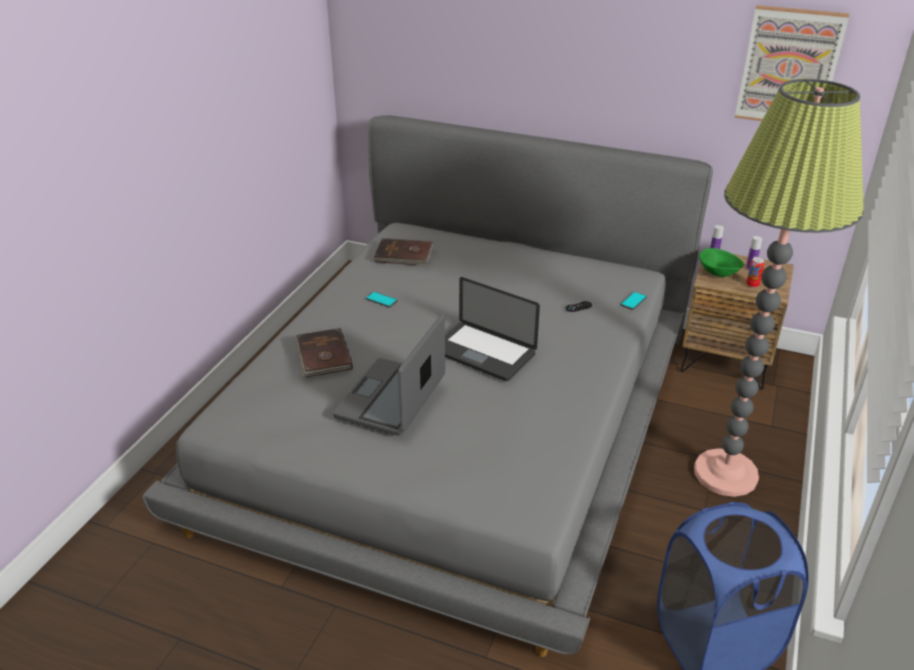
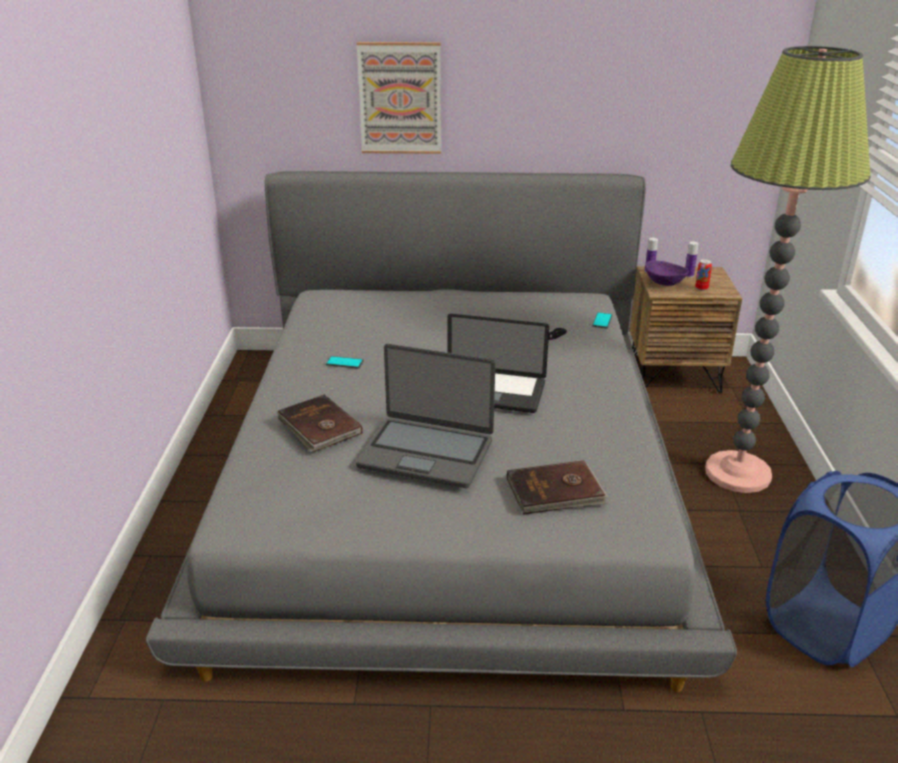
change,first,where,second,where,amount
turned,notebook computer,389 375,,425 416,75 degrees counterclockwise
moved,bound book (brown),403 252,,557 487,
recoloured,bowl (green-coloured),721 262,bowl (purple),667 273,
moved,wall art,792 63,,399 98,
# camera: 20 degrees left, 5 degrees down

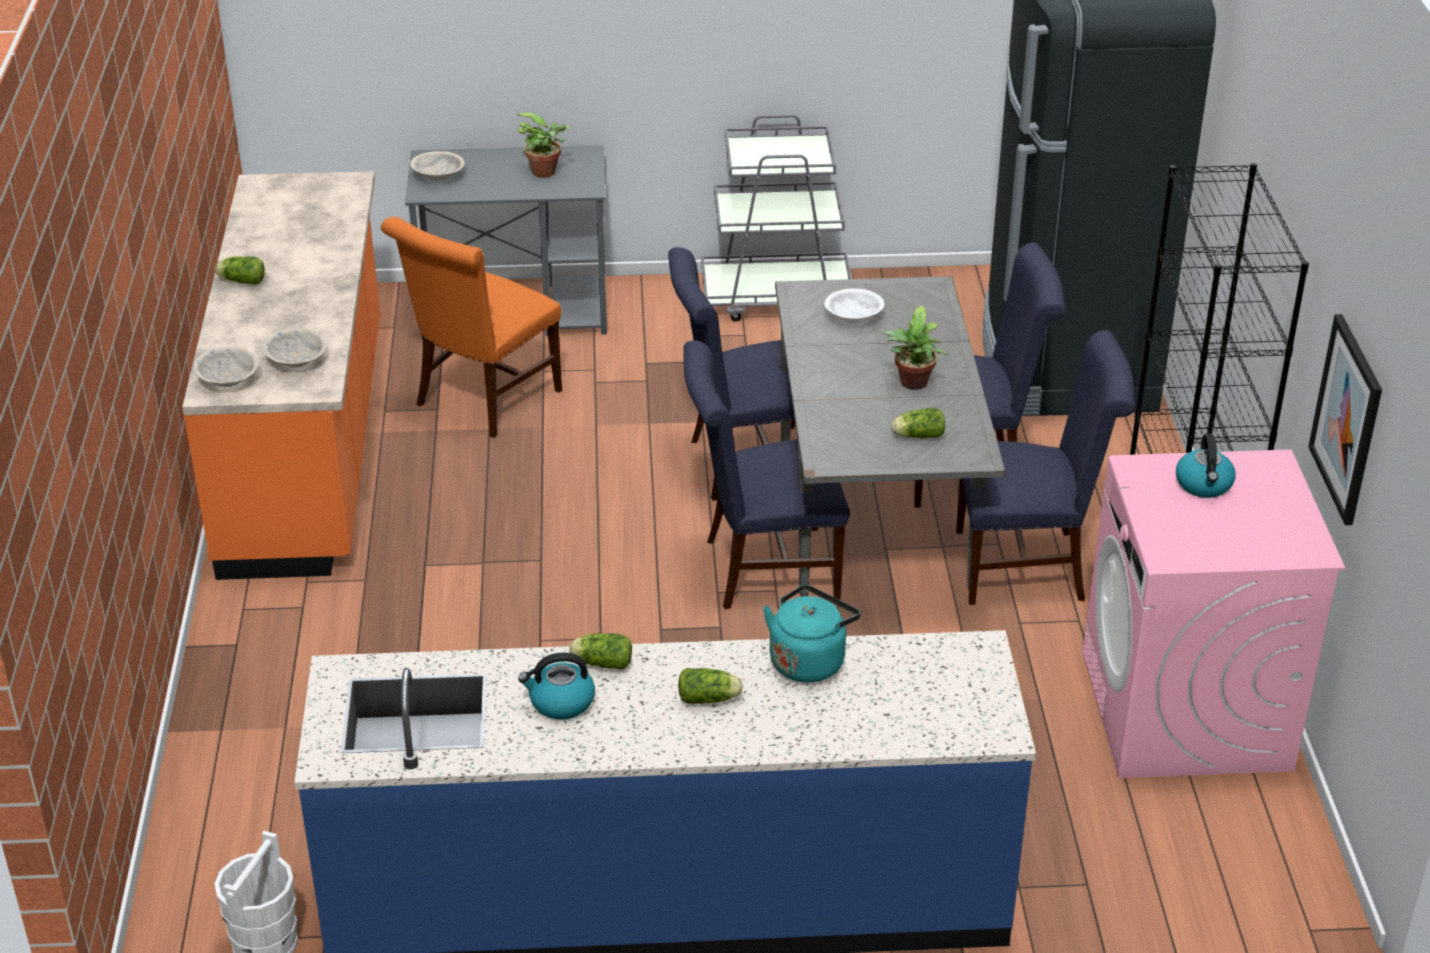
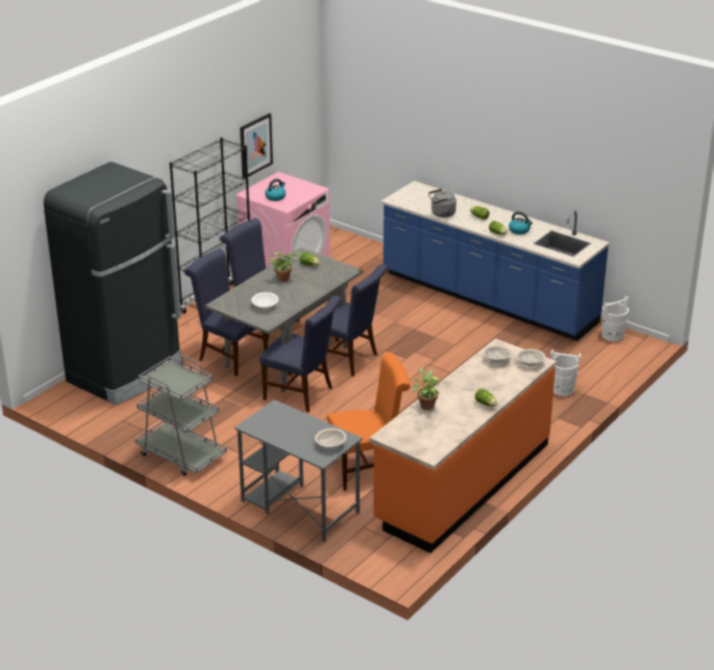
change,first,where,second,where,amount
moved,plant in a pot,544 145,,426 388,
recoloured,tea kettle (turquoise),811 634,tea kettle (gray),442 203,
added,,,pail (whitish),566 372,
# camera: 140 degrees left, 5 degrees down

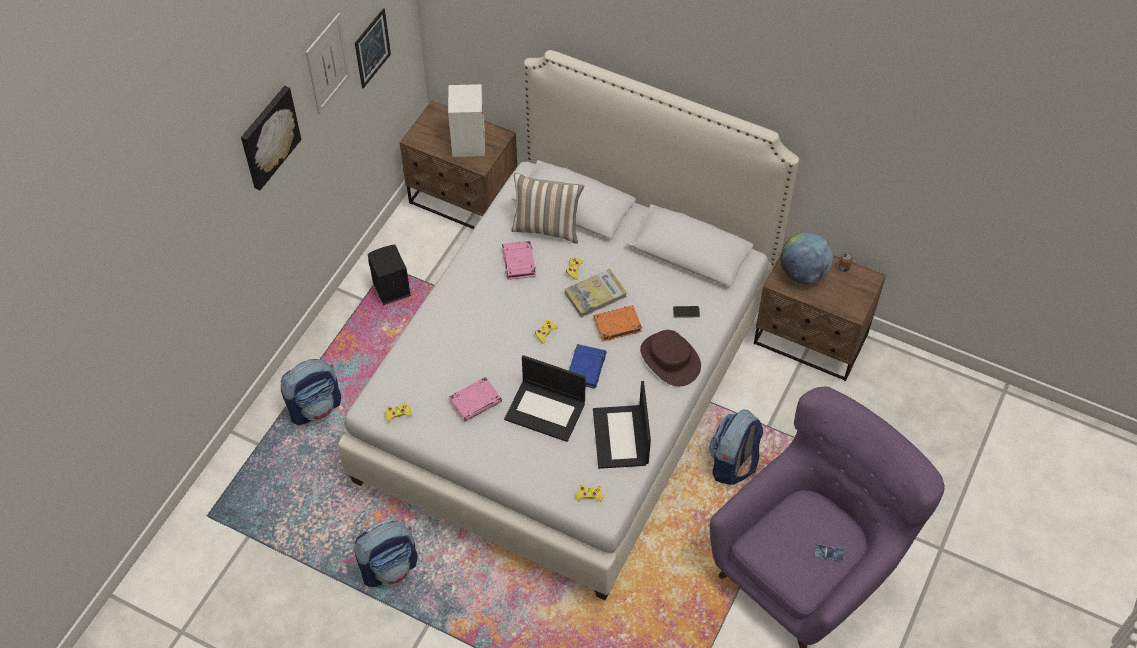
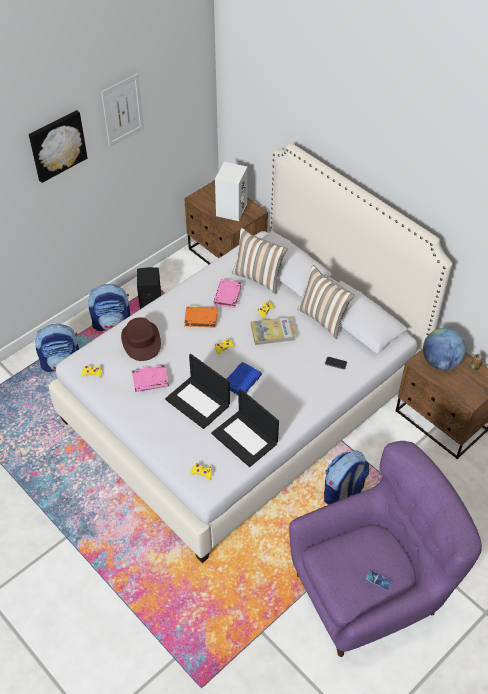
change,first,where,second,where,amount
moved,backpack,385 554,,109 307,
removed,wall art,373 48,,,
moved,bound book (orangey),617 323,,201 317,
turned,notebook computer,622 425,,245 427,60 degrees counterclockwise
moved,wearable hat (brown),670 358,,141 339,
added,,,pillow,326 302,
# camera: 20 degrees right, 5 degrees down

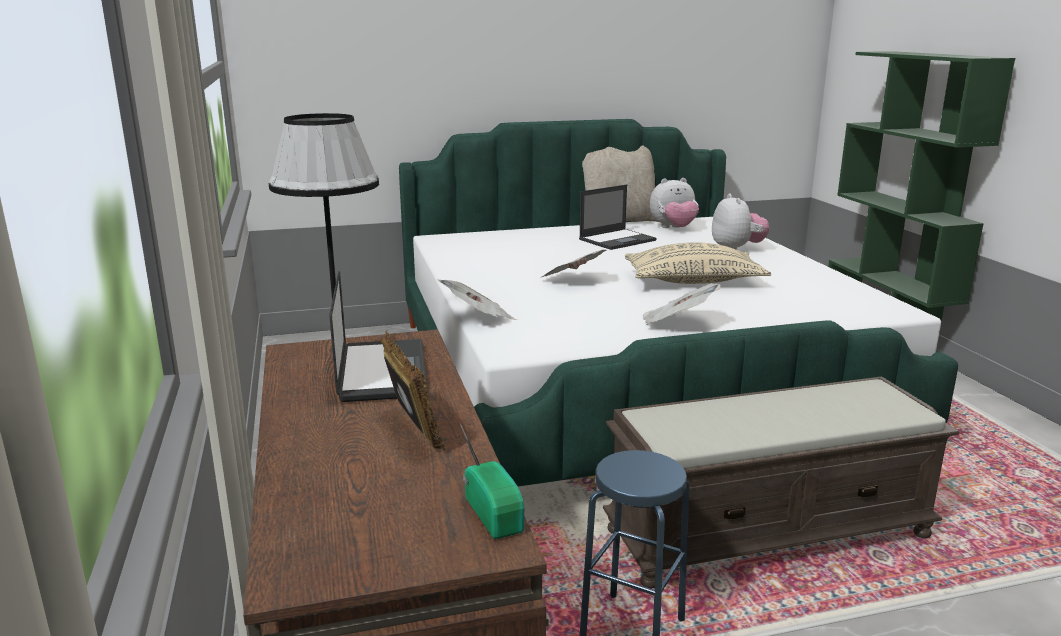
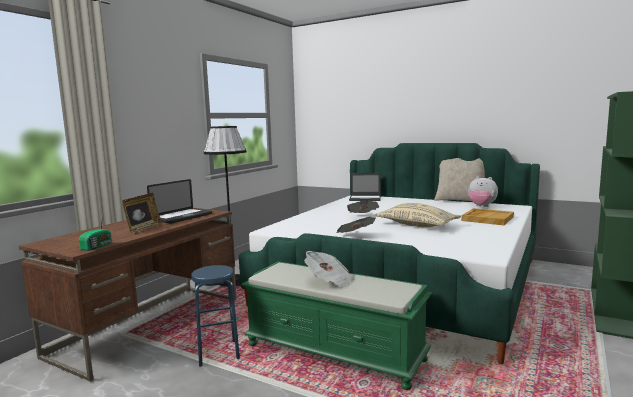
change,first,where,second,where,amount
moved,newspaper,477 300,,328 269,
moved,notebook computer,617 217,,365 187,
recoloured,indoor bench (brown),781 482,indoor bench (green-coloured),336 325,
replaced,soft toy,740 222,tray (sand-coloured),487 216,
# camera: 45 degrees right, 10 degrees down

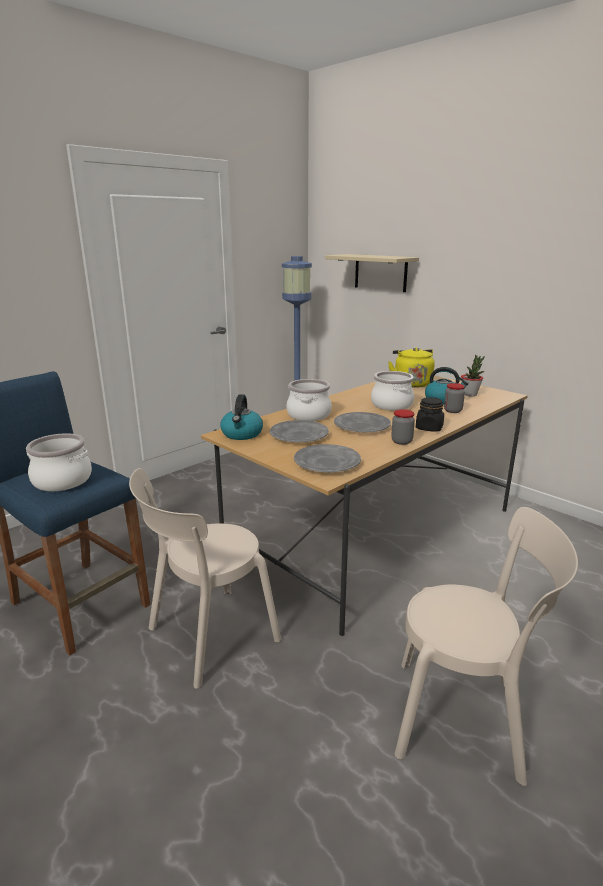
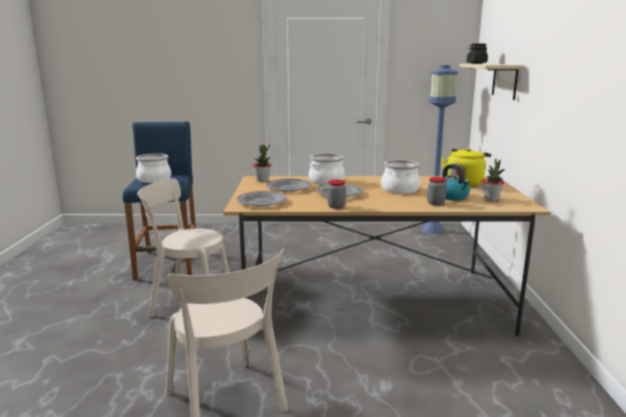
change,first,where,second,where,amount
replaced,tea kettle,241 417,plant in a pot,262 163,
moved,preserve jar (black-coloured),430 414,,477 53,
# camera: 45 degrees right, 5 degrees down

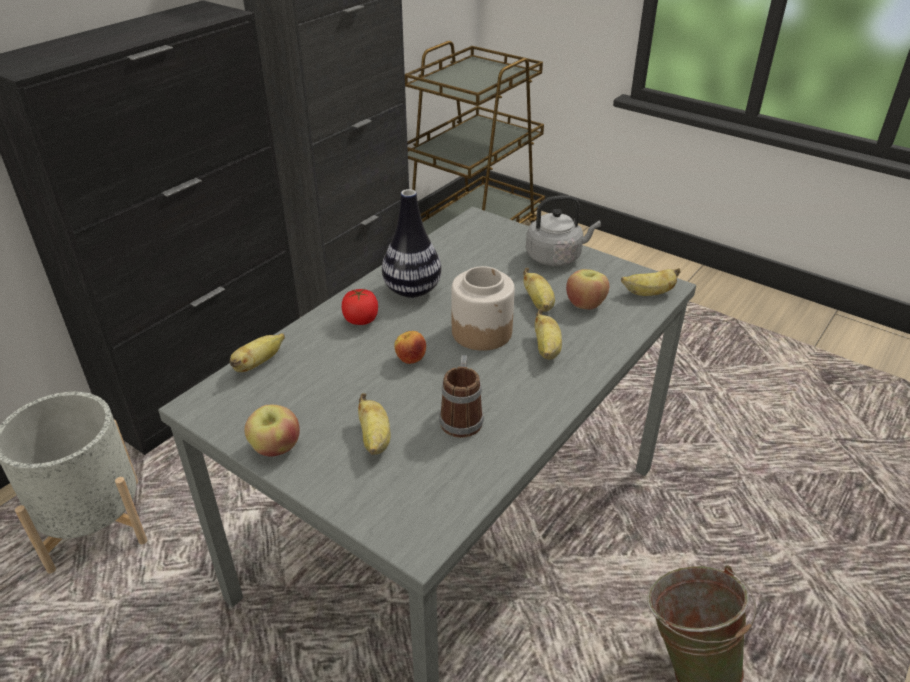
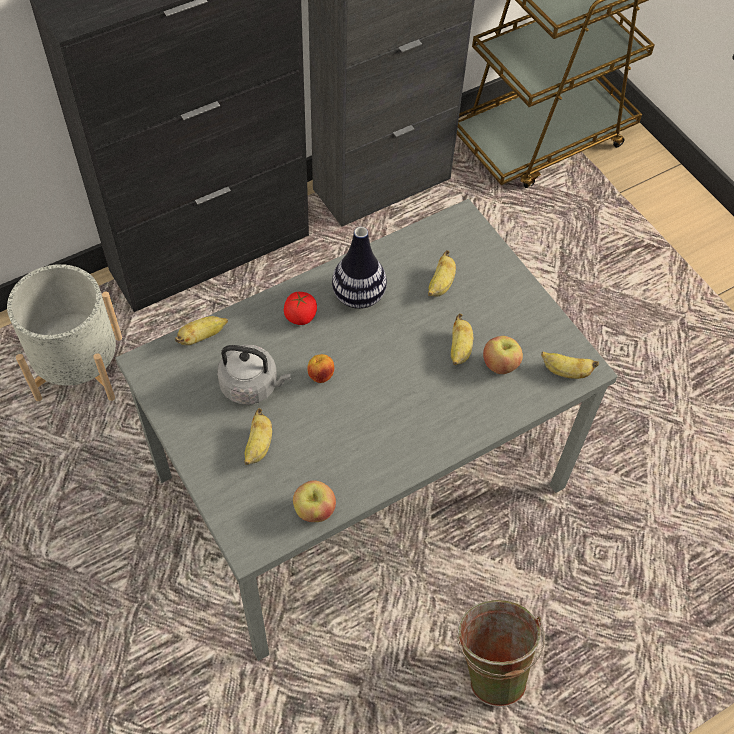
change,first,where,second,where,amount
moved,apple fruit,272 430,,314 501,
removed,coffee mug,461 396,,,
removed,preserve jar,483 308,,,
moved,tea kettle (gray),563 230,,254 375,
moved,banana,548 334,,442 273,
# camera: 20 degrees right, 20 degrees up

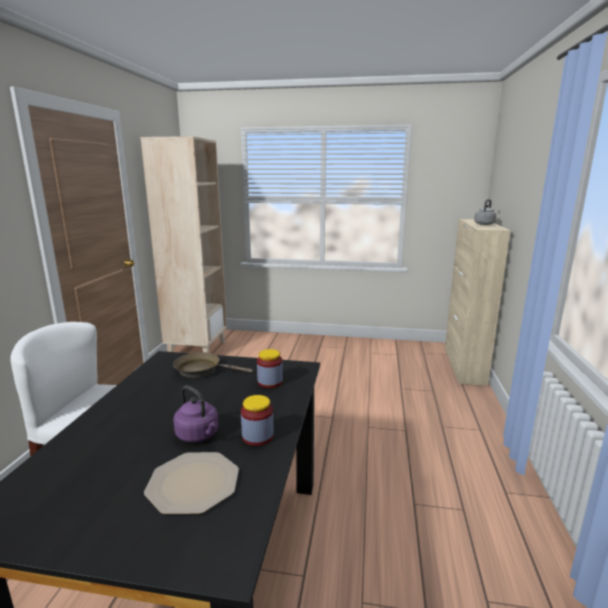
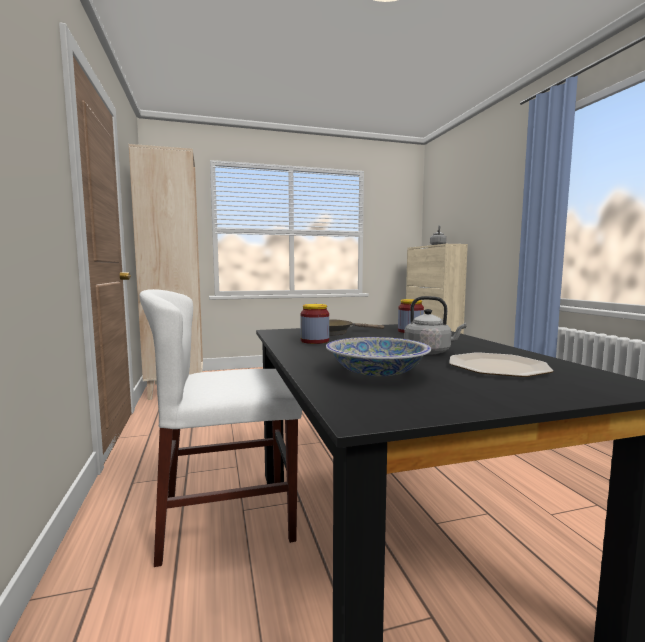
change,first,where,second,where,amount
recoloured,tea kettle (purple),196 414,tea kettle (gray),435 325,
moved,preserve jar,257 420,,314 324,
added,,,bowl,378 356,
# camera: 25 degrees left, 10 degrees down

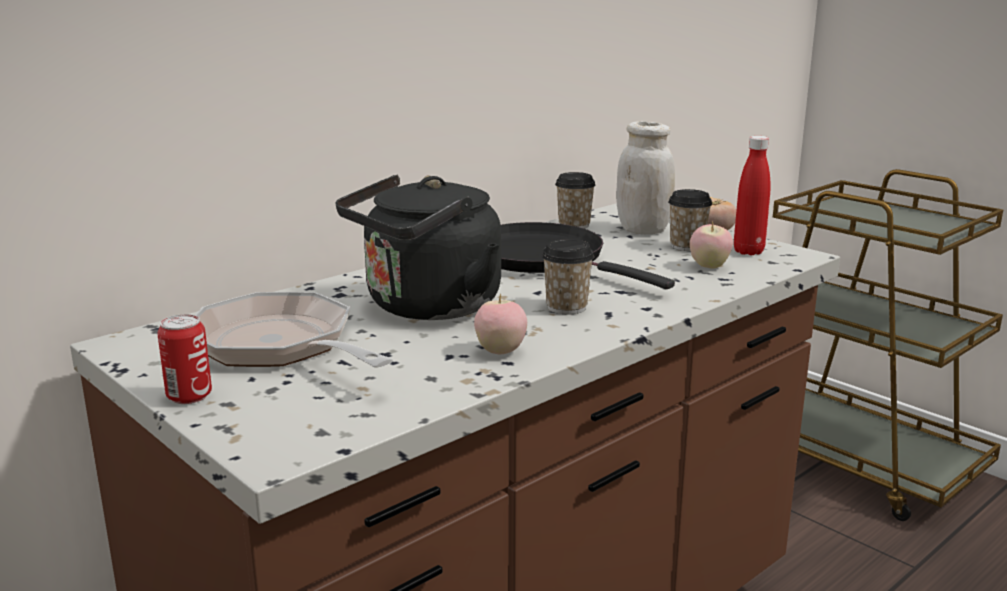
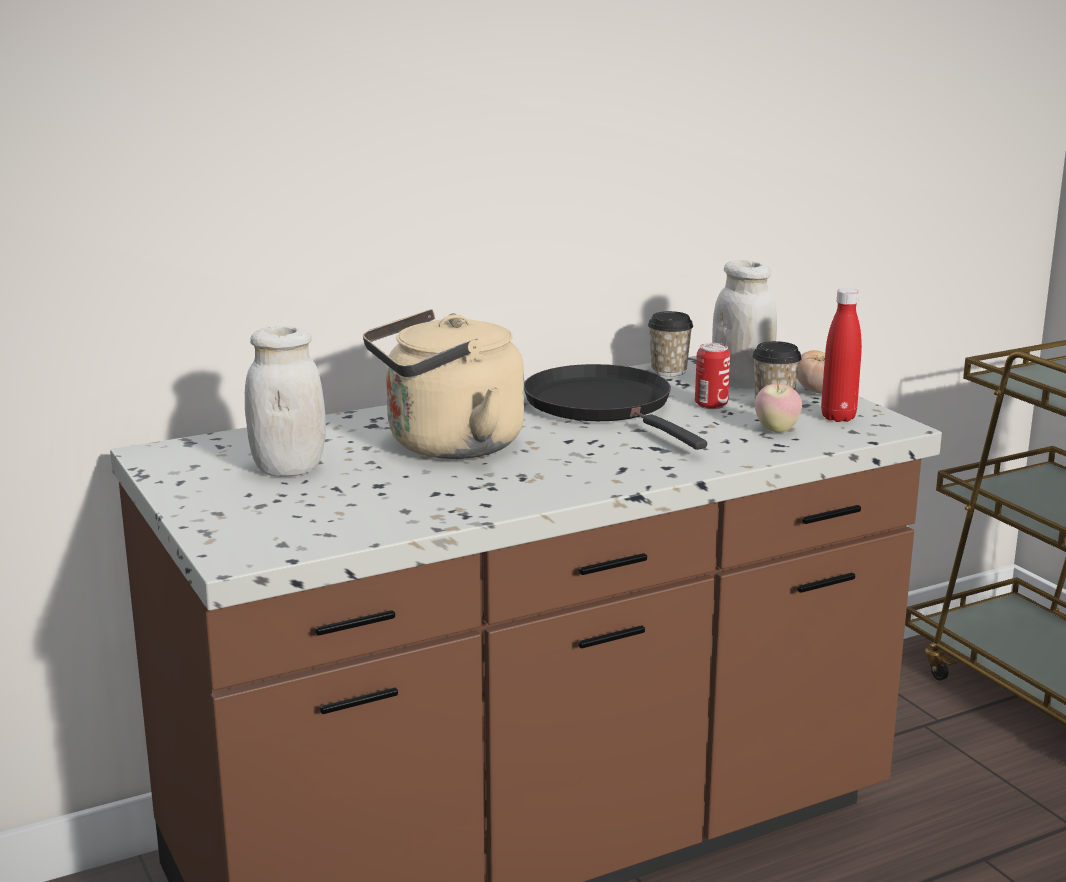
change,first,where,second,where,amount
moved,sealed can,184 359,,712 376,
replaced,frying pan,294 330,preserve jar (whitish),285 401,
recoloured,tea kettle (black-coloured),418 247,tea kettle (sand-coloured),443 384,
removed,apple fruit,500 323,,,
removed,small cup,568 277,,,
# camera: 15 degrees right, 0 degrees up

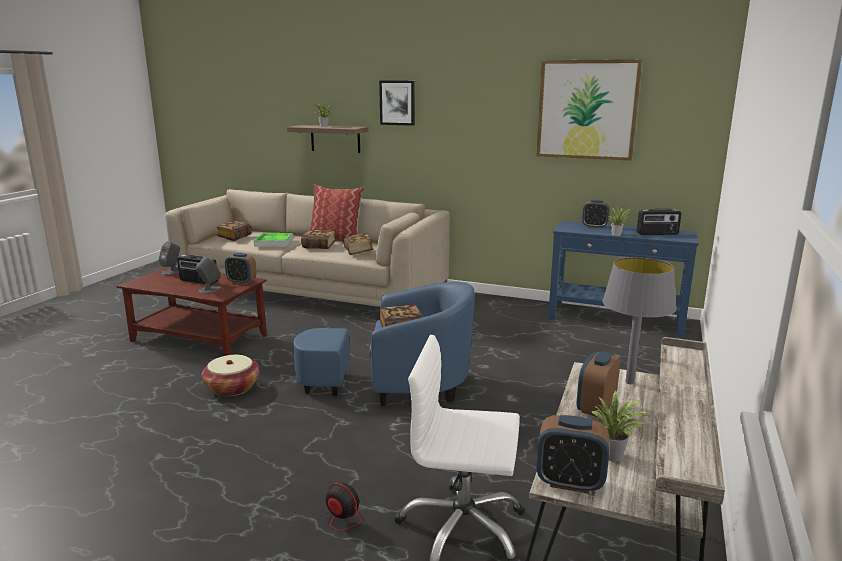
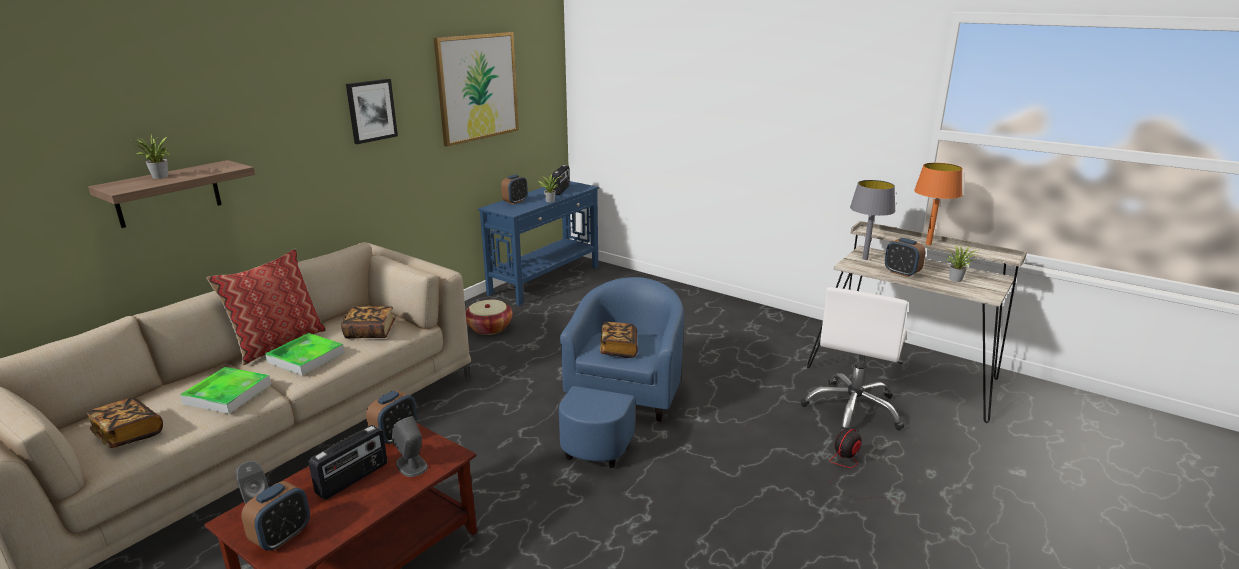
change,first,where,second,where,amount
moved,storage basket,230 375,,489 317,
replaced,bound book,318 239,tray,305 354,
moved,wall art,397 103,,372 111,
moved,bedside clock,572 454,,275 516,
added,,,lamp for a table (orangey),938 204,
# camera: 75 degrees left, 5 degrees up

